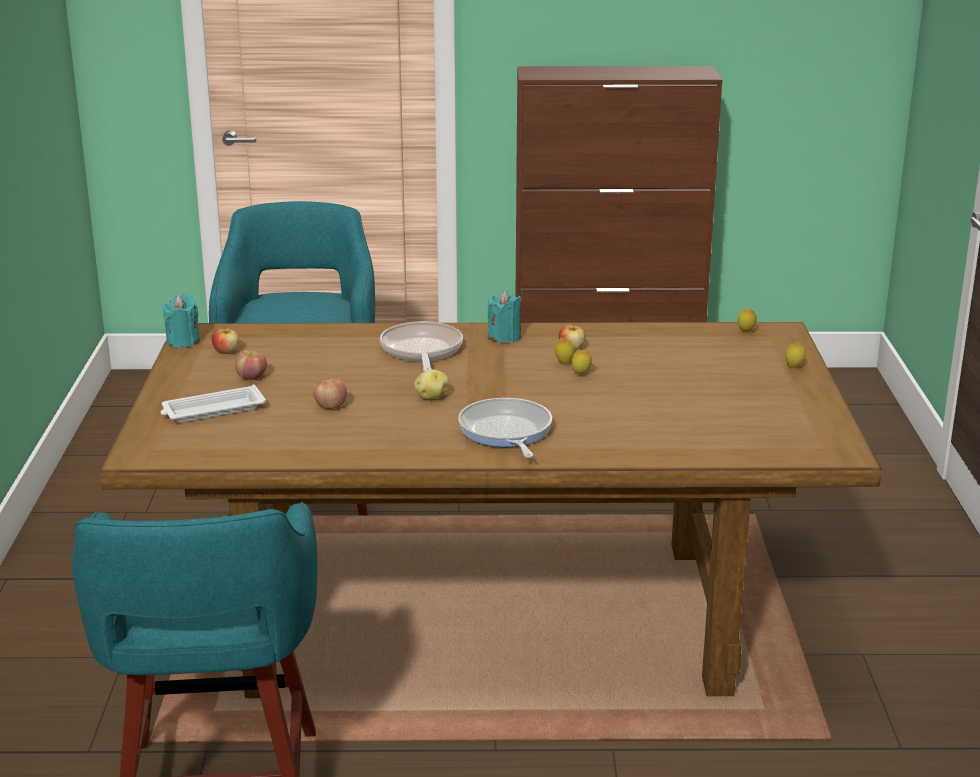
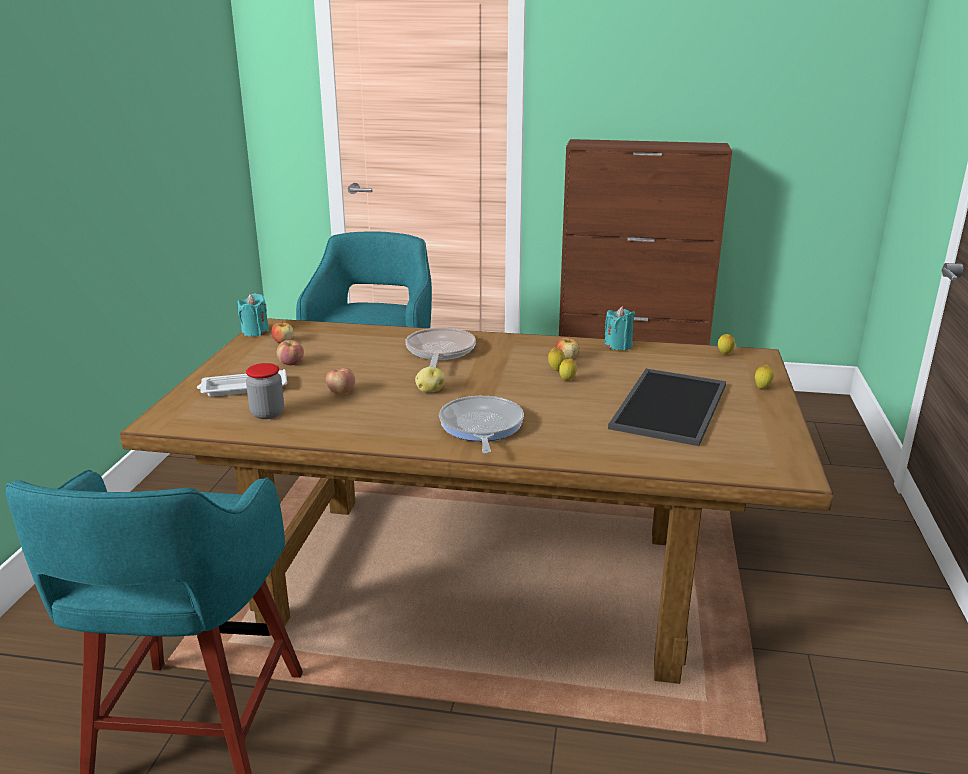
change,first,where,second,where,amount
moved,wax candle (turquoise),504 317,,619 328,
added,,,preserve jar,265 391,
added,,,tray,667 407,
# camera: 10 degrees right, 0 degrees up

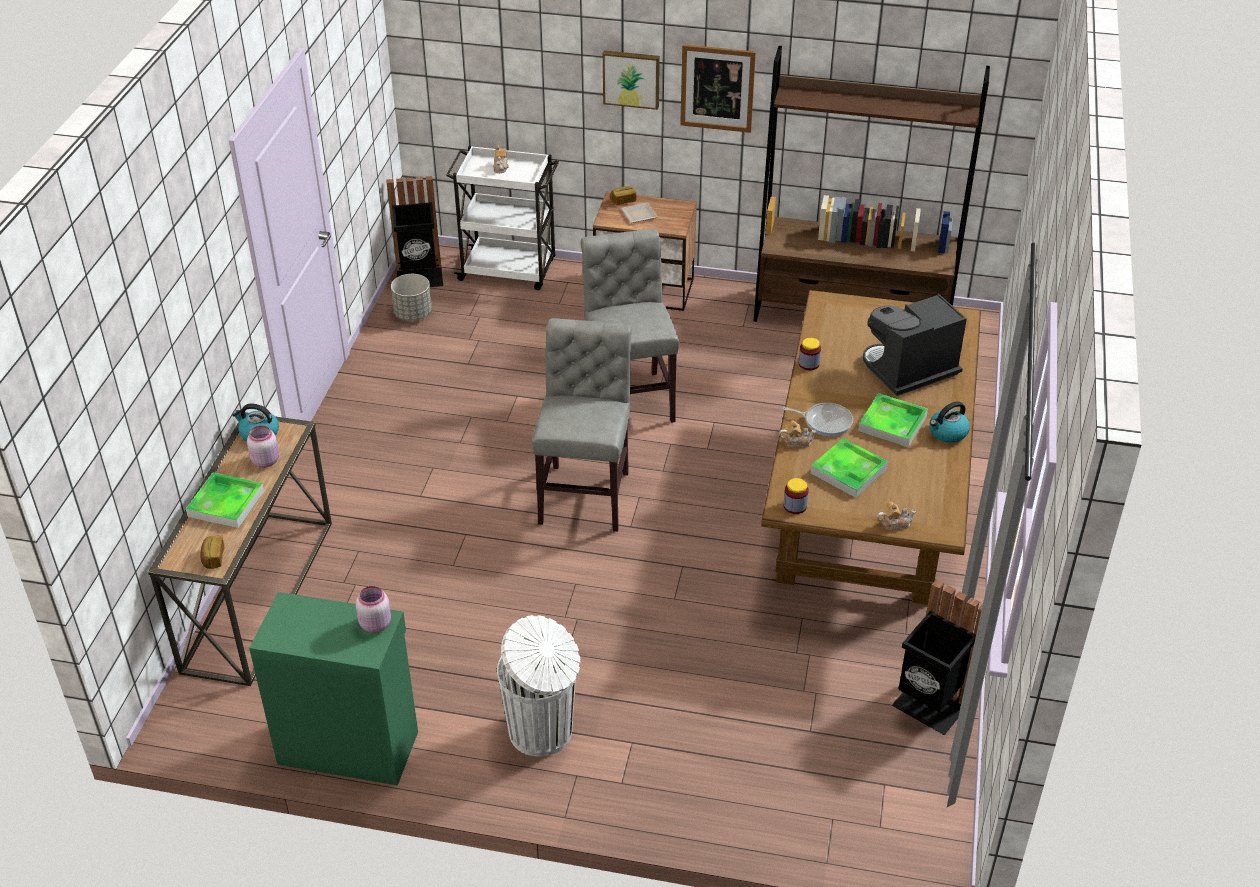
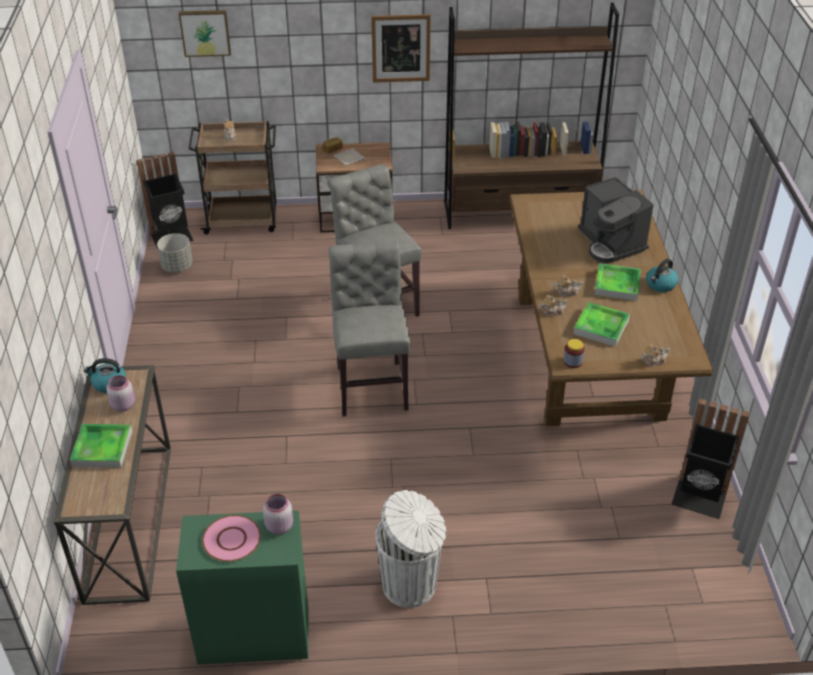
change,first,where,second,where,amount
removed,bread,212 552,,,
recoloured,cart (whitish),502 218,cart (brown),232 178,
moved,wall art,631 80,,205 33,
replaced,frying pan,817 419,teapot,567 286,
removed,preserve jar,810 354,,,
turned,coffee maker,915 345,,616 220,75 degrees counterclockwise
added,,,plate (pinkish),231 538,
# camera: 15 degrees left, 0 degrees up

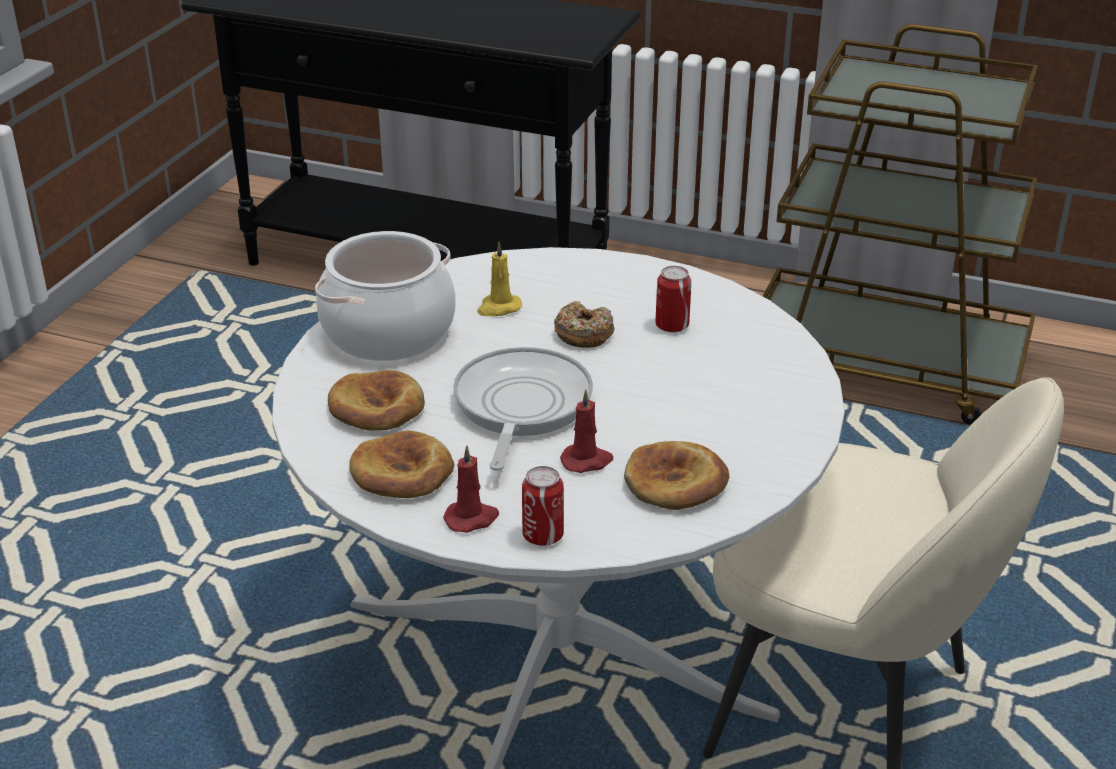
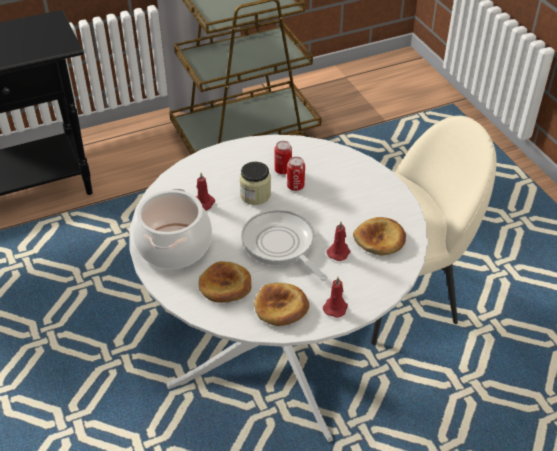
change,first,where,second,where,amount
recoloured,wax candle (yellowish),499 279,wax candle (red-coloured),205 192,
moved,sealed can,543 506,,296 174,
replaced,doughnut,584 324,preserve jar,255 183,
# camera: 45 degrees left, 10 degrees up

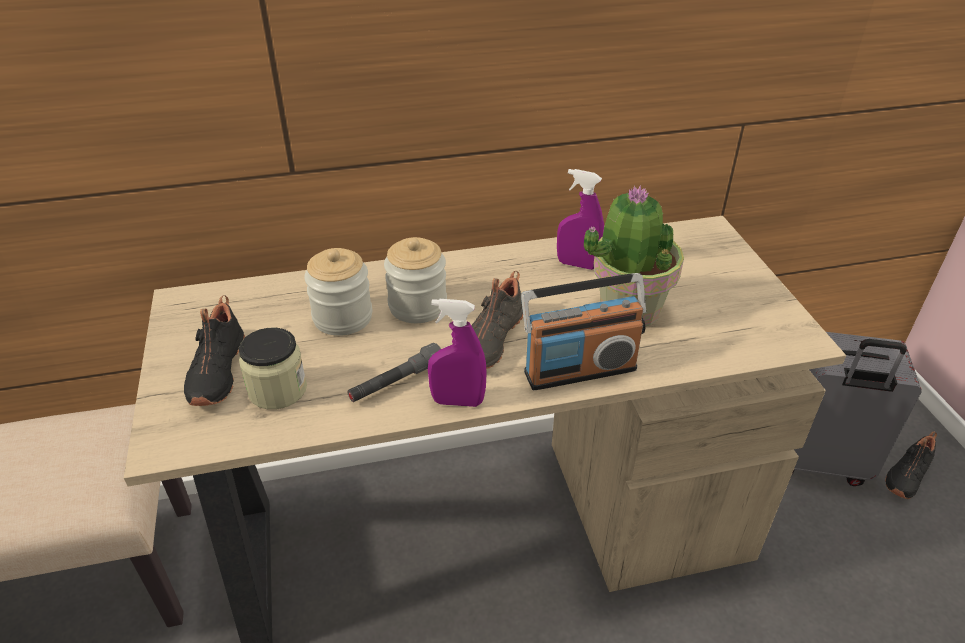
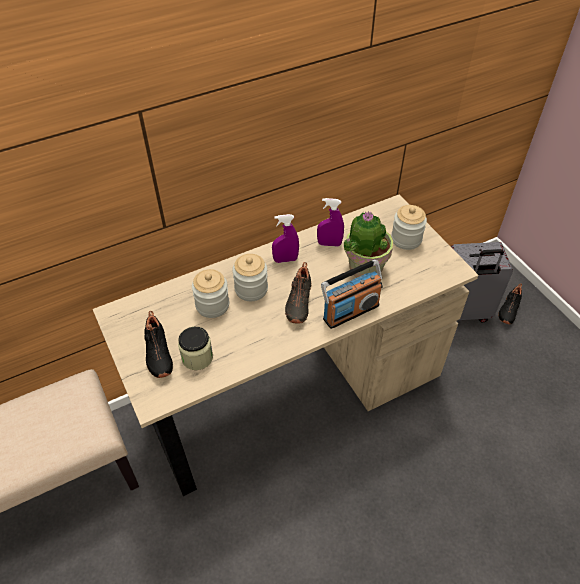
change,first,where,second,where,amount
removed,hand torch (gray),394 372,,,
moved,spray bottle (purple),457 353,,285 238,
added,,,preserve jar,409 227,
# camera: 15 degrees left, 10 degrees up

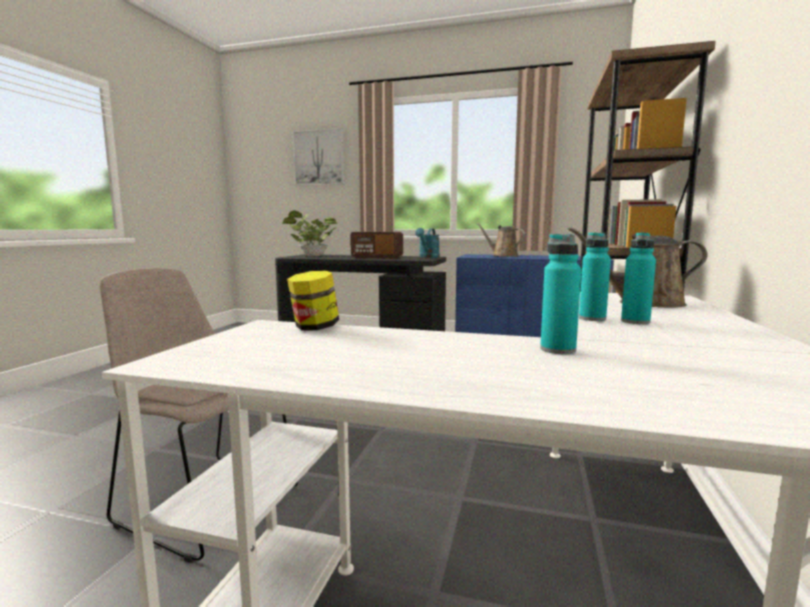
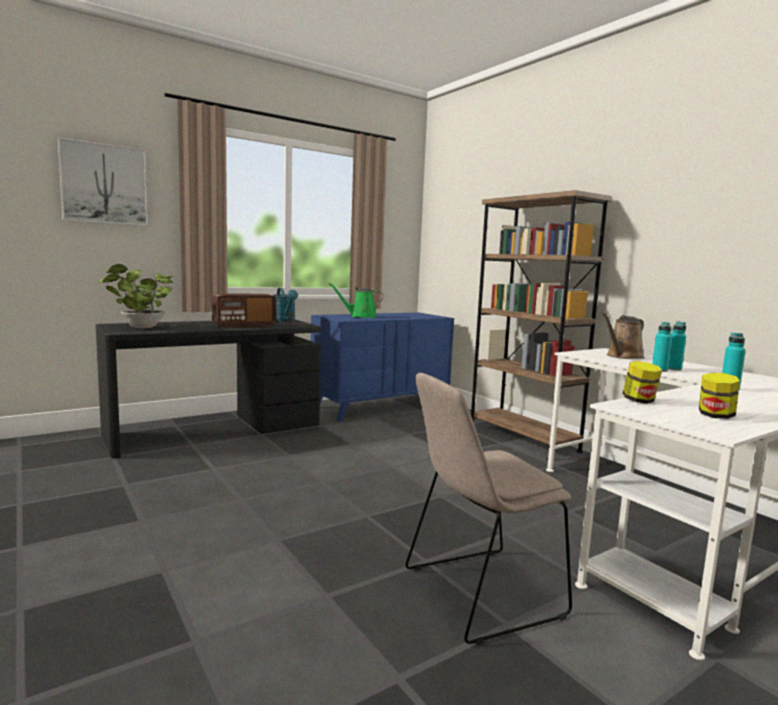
change,first,where,second,where,amount
recoloured,sprinkling can (brown),500 240,sprinkling can (green-coloured),356 300,
added,,,preserve jar,719 396,
# camera: 50 degrees left, 0 degrees up

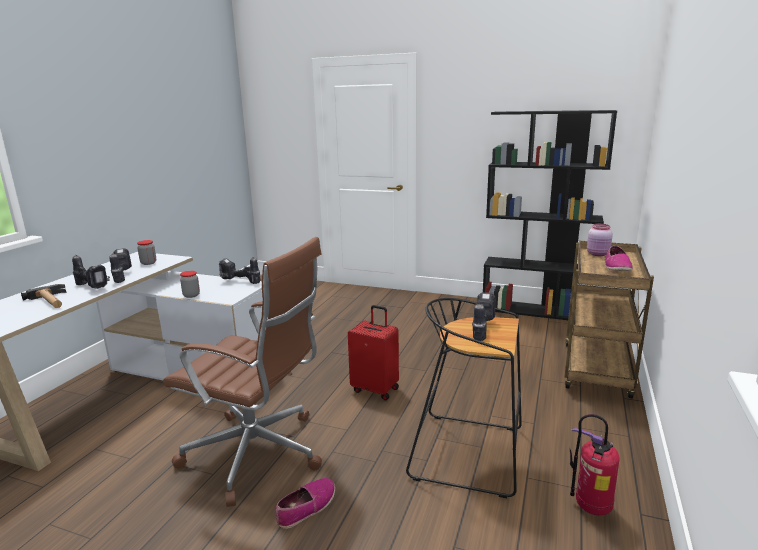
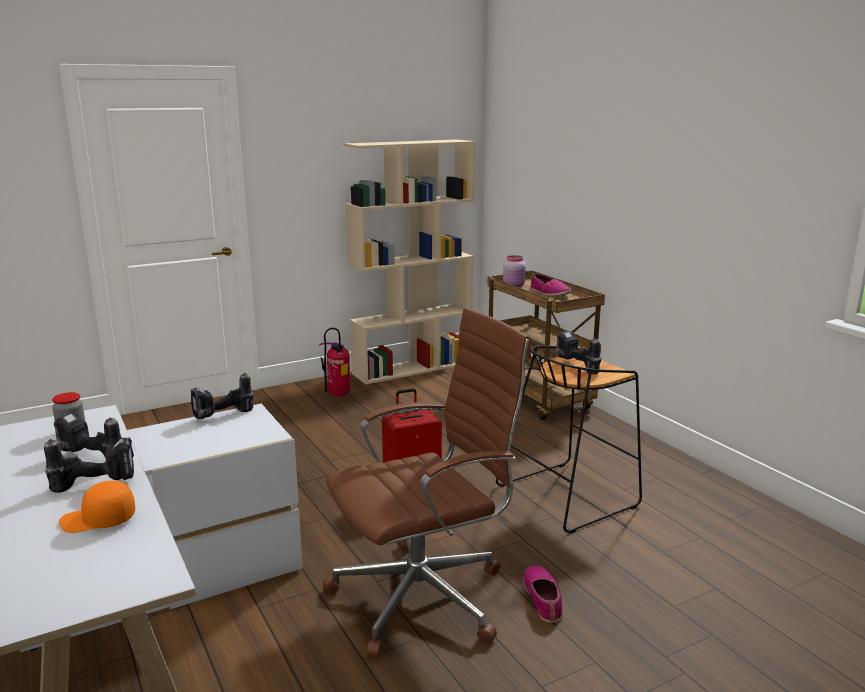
change,first,where,second,where,amount
replaced,hand hammer,44 296,cap (orangey),97 507,
removed,preserve jar,190 284,,,
recoloured,shelving unit (black-coloured),550 215,shelving unit (sand-coloured),410 261,
moved,fire extinguisher,594 464,,334 362,
# camera: 50 degrees left, 0 degrees up

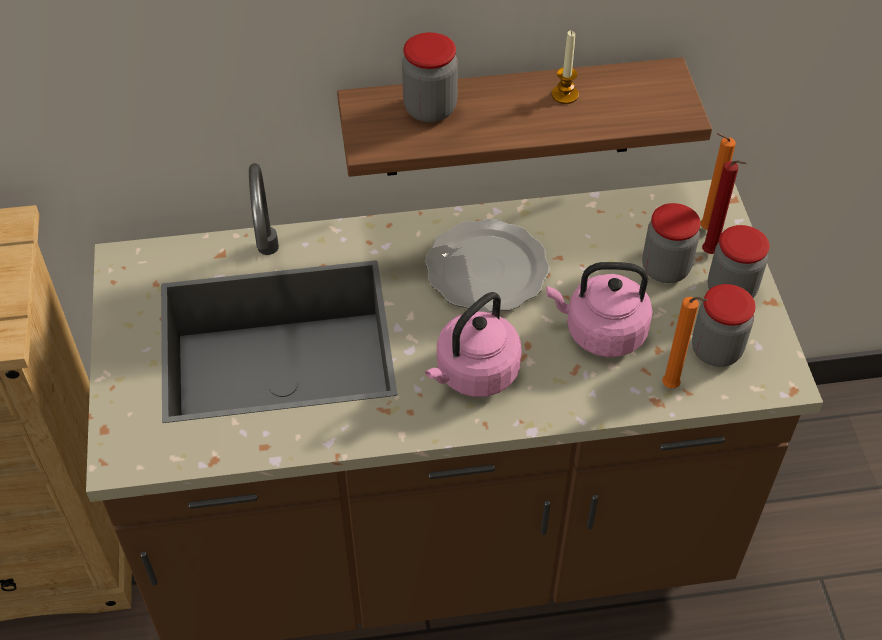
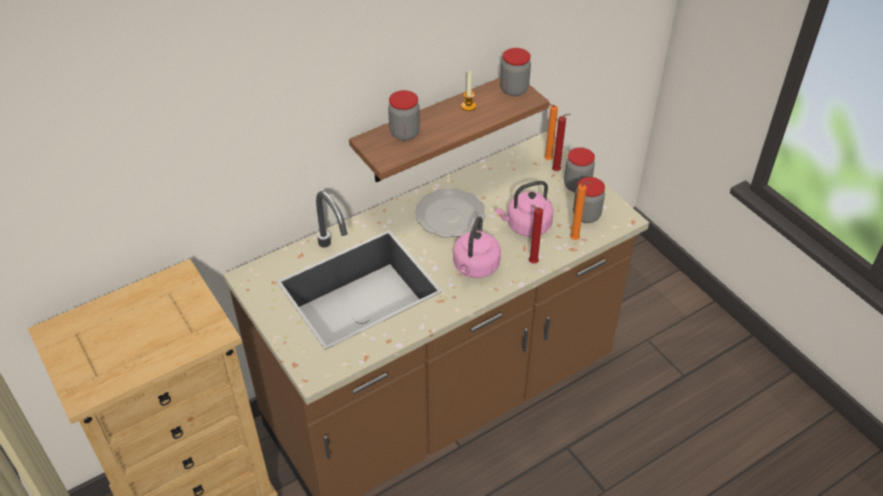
change,first,where,second,where,amount
moved,preserve jar,671 243,,515 72,
added,,,wax candle (red-coloured),536 234,
# camera: 25 degrees left, 5 degrees down

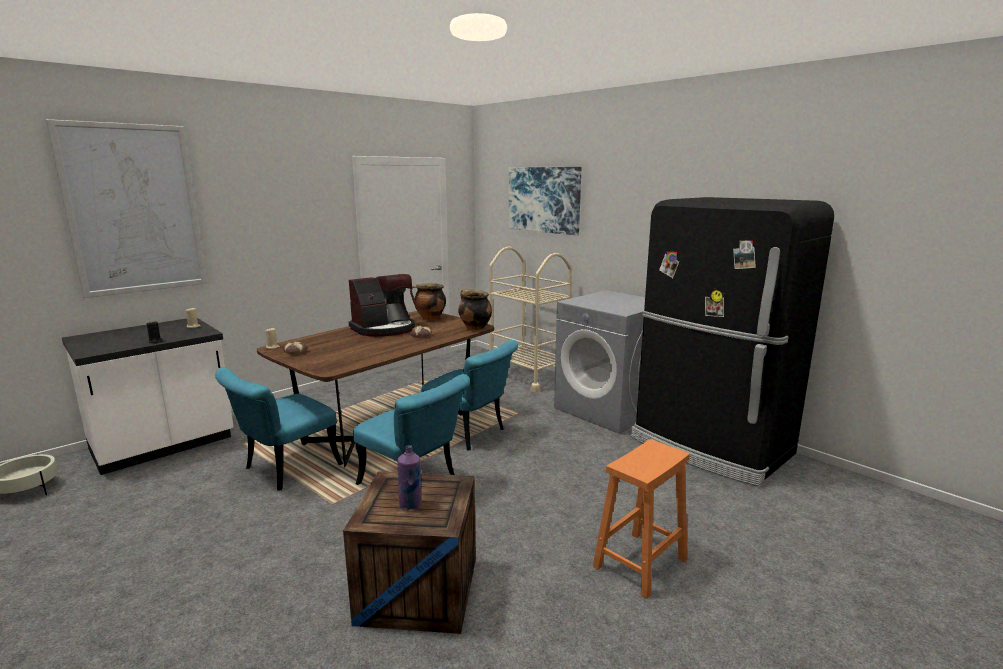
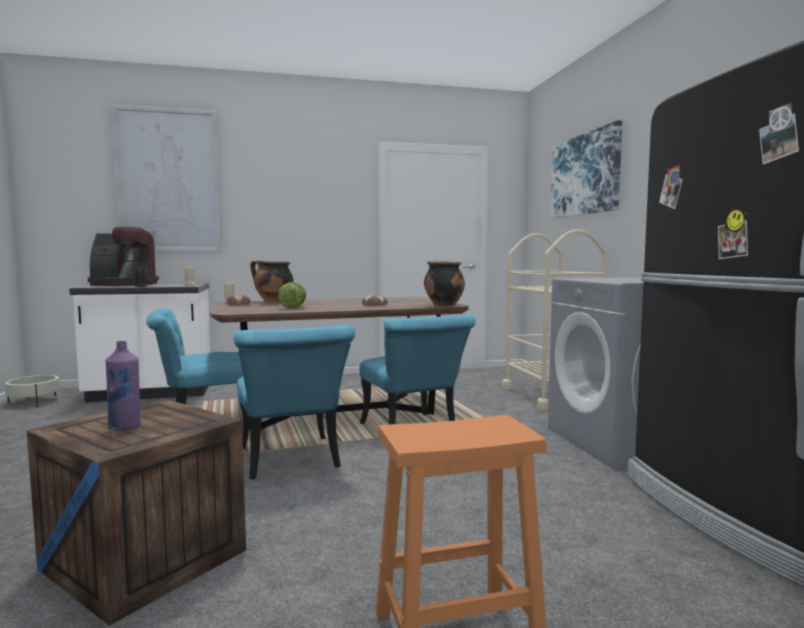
change,first,where,second,where,amount
moved,coffee maker,382 305,,123 256,
moved,saucepot,428 301,,272 281,
added,,,lettuce,292 295,
# camera: 30 degrees right, 10 degrees down

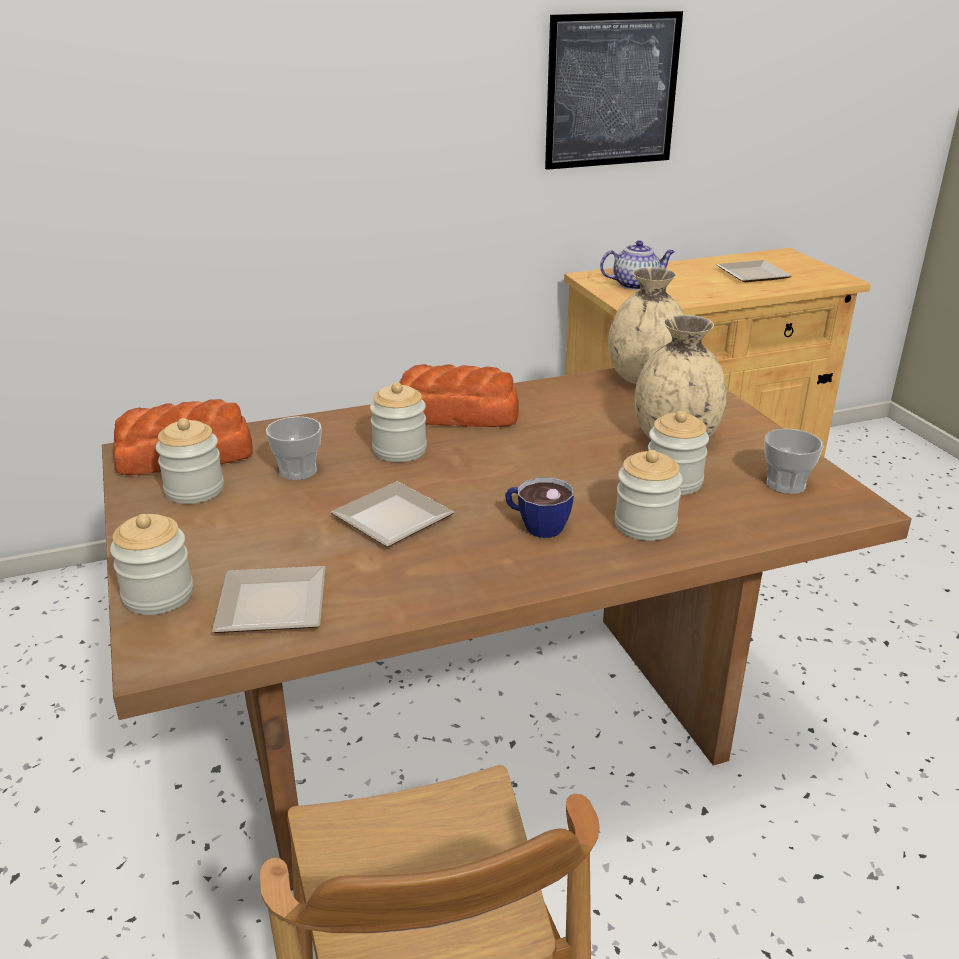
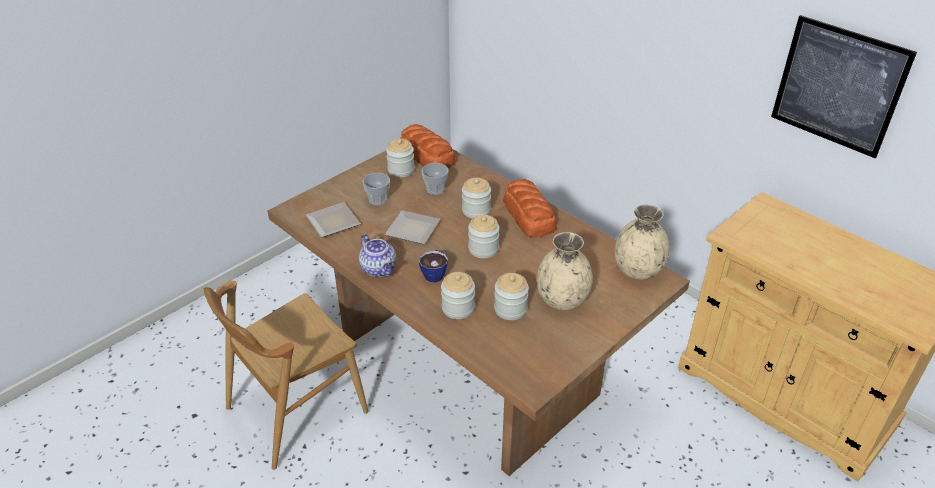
change,first,where,second,where,amount
moved,preserve jar,151 564,,483 236,
moved,teapot,637 265,,377 255,
removed,plate,754 271,,,
moved,small cup,794 461,,376 189,
# camera: 65 degrees right, 10 degrees up

